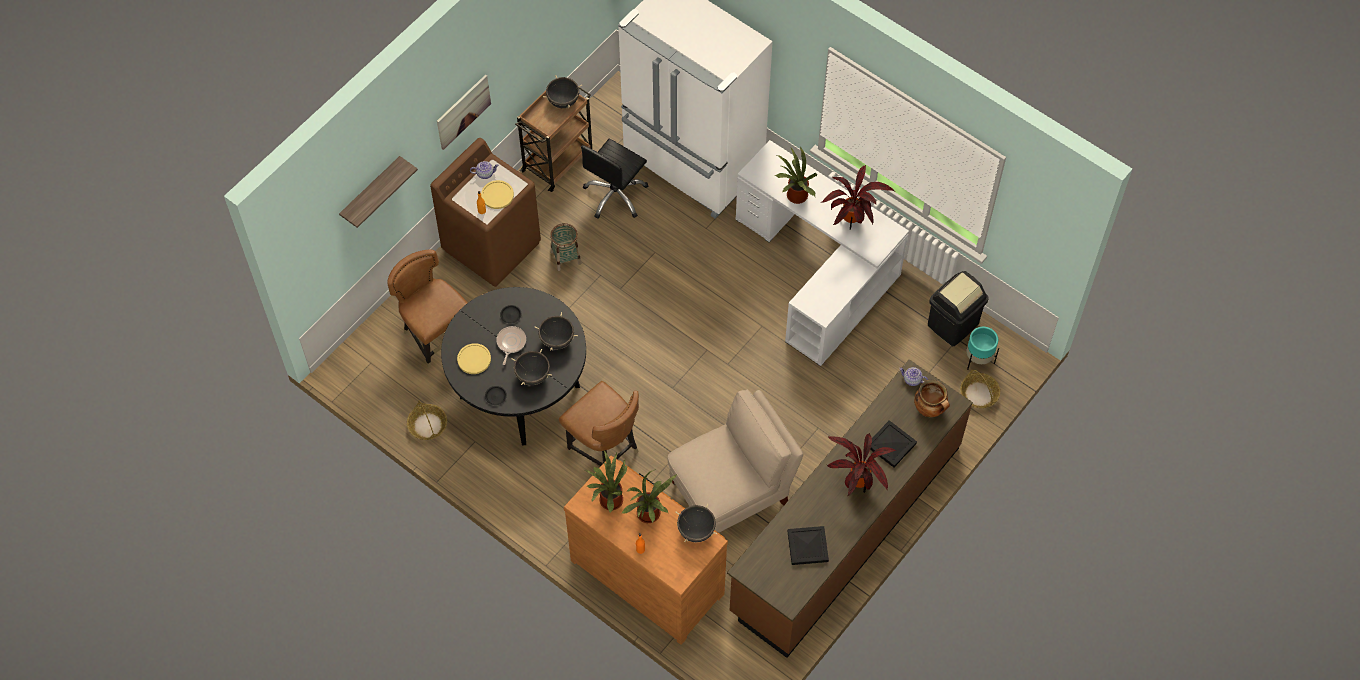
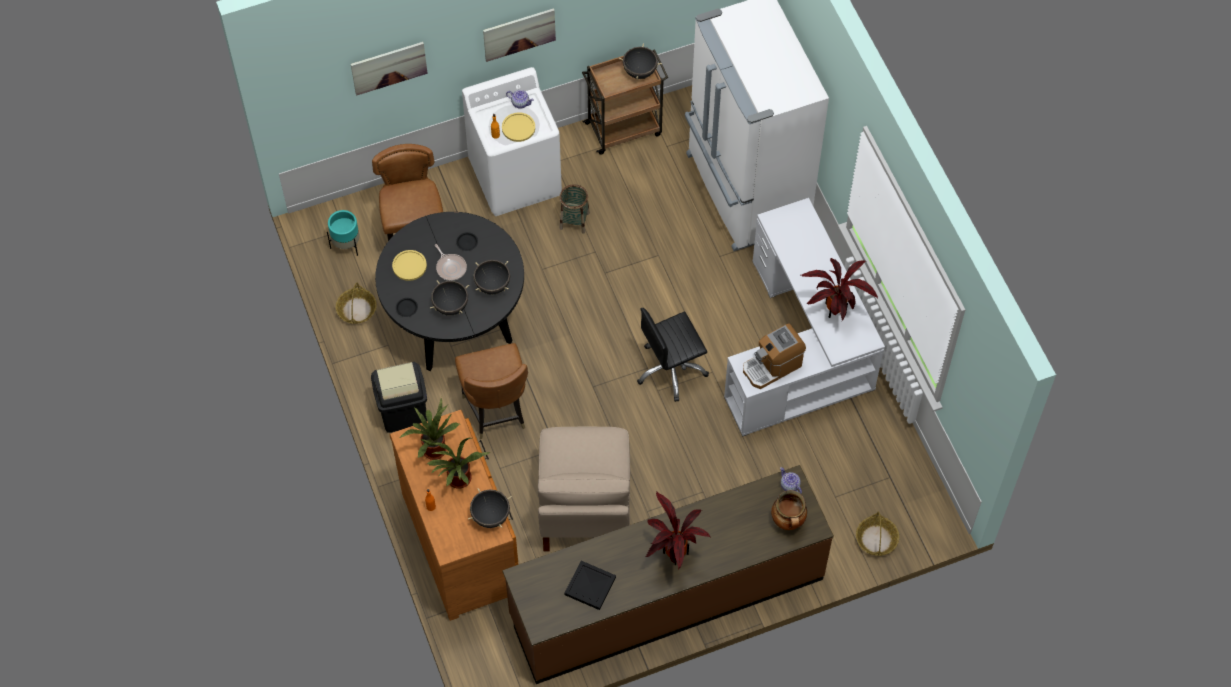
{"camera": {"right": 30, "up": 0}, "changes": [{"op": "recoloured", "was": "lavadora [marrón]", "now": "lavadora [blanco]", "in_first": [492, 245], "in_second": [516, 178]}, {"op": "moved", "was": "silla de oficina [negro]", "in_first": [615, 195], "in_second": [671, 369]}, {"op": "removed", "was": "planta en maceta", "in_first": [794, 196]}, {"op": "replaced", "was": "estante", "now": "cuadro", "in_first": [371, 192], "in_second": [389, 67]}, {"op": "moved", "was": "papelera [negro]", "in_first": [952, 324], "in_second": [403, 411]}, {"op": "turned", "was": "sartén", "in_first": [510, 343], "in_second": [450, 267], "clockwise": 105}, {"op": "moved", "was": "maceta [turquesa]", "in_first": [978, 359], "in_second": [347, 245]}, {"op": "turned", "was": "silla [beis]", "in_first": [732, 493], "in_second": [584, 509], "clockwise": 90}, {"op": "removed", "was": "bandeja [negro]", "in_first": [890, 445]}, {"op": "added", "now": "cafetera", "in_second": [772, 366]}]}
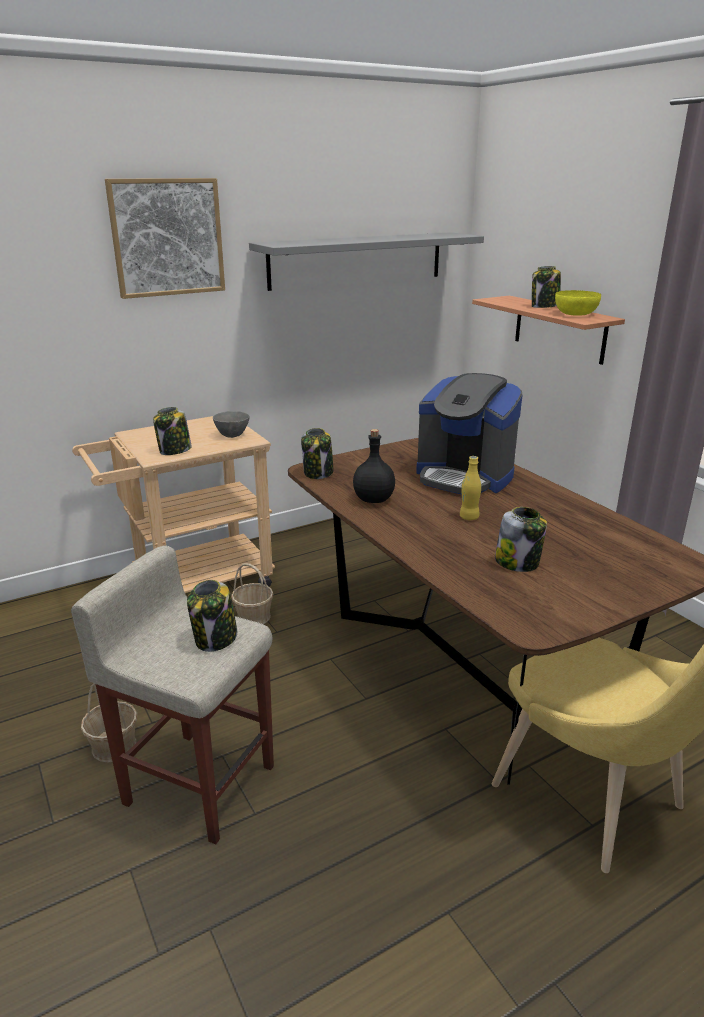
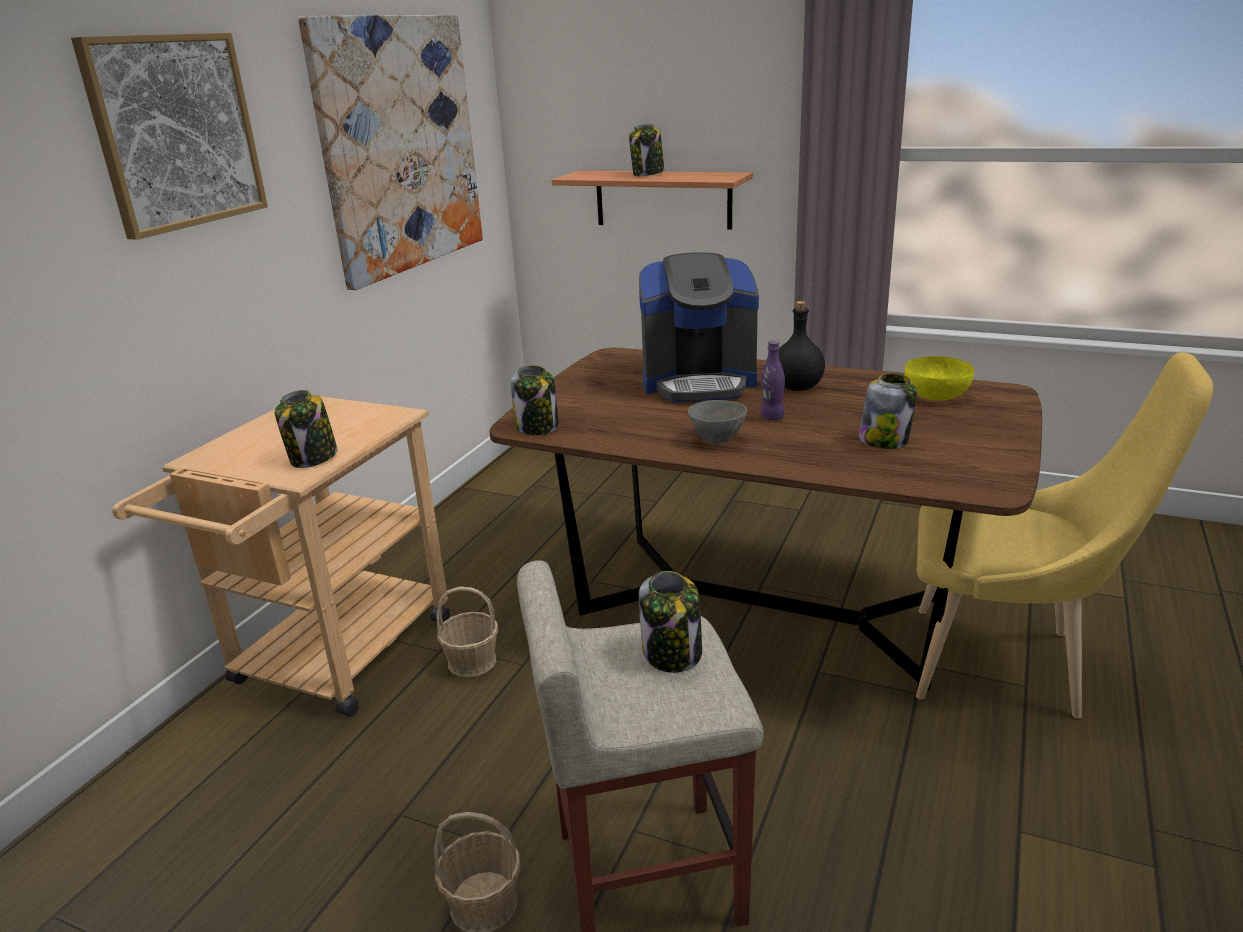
{"camera": {"right": -35, "up": 0}, "changes": [{"op": "replaced", "was": "estante [gris]", "now": "cuadro", "in_first": [357, 260], "in_second": [400, 146]}, {"op": "moved", "was": "cuenco [amarillo]", "in_first": [576, 314], "in_second": [937, 395]}, {"op": "moved", "was": "cuenco [gris]", "in_first": [233, 435], "in_second": [717, 440]}, {"op": "moved", "was": "botella [negro]", "in_first": [373, 499], "in_second": [796, 387]}, {"op": "recoloured", "was": "botella [amarillo]", "now": "botella [morado]", "in_first": [469, 517], "in_second": [772, 417]}]}
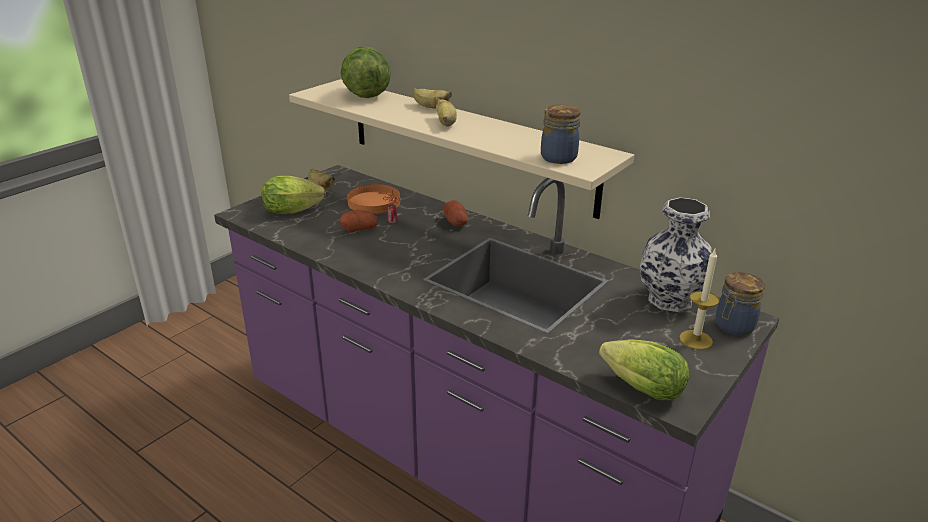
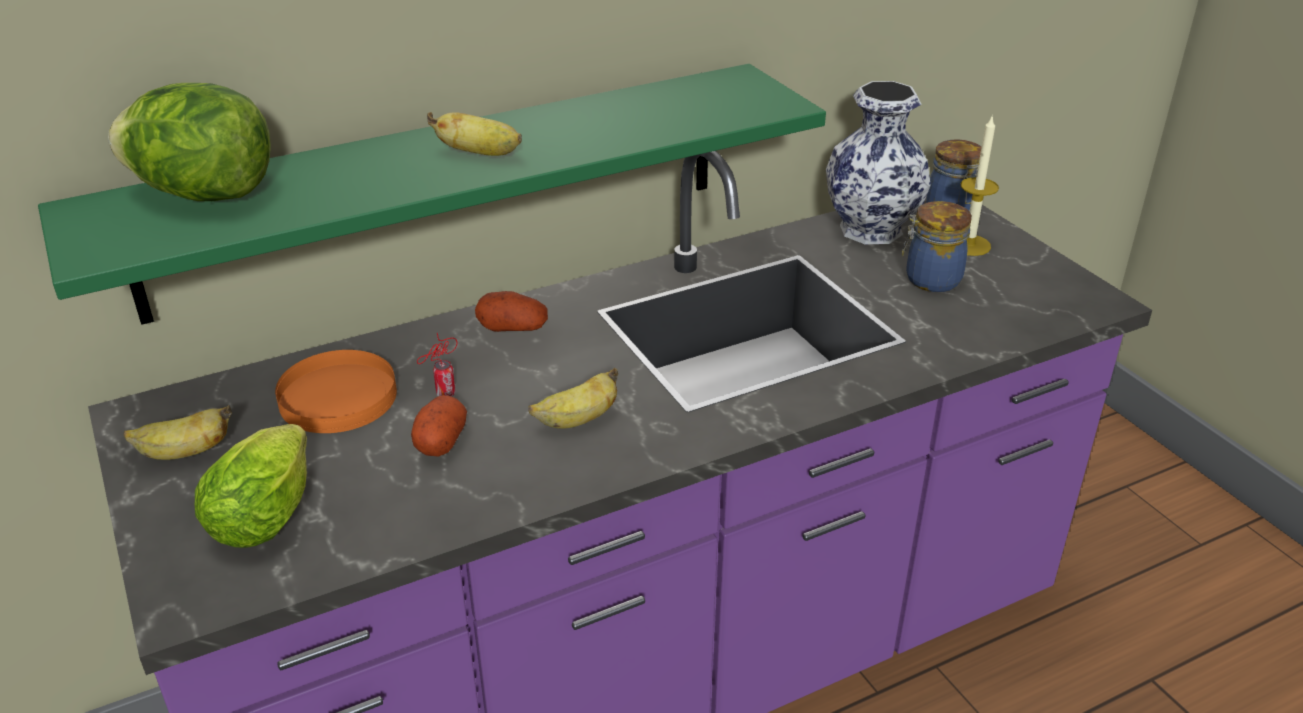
{"camera": {"right": -65, "up": 5}, "changes": [{"op": "recoloured", "was": "estante [beis]", "now": "estante [verde]", "in_first": [467, 144], "in_second": [442, 188]}, {"op": "moved", "was": "plátano", "in_first": [430, 107], "in_second": [577, 420]}, {"op": "moved", "was": "tarro", "in_first": [557, 157], "in_second": [930, 279]}, {"op": "removed", "was": "lechuga", "in_first": [637, 387]}]}
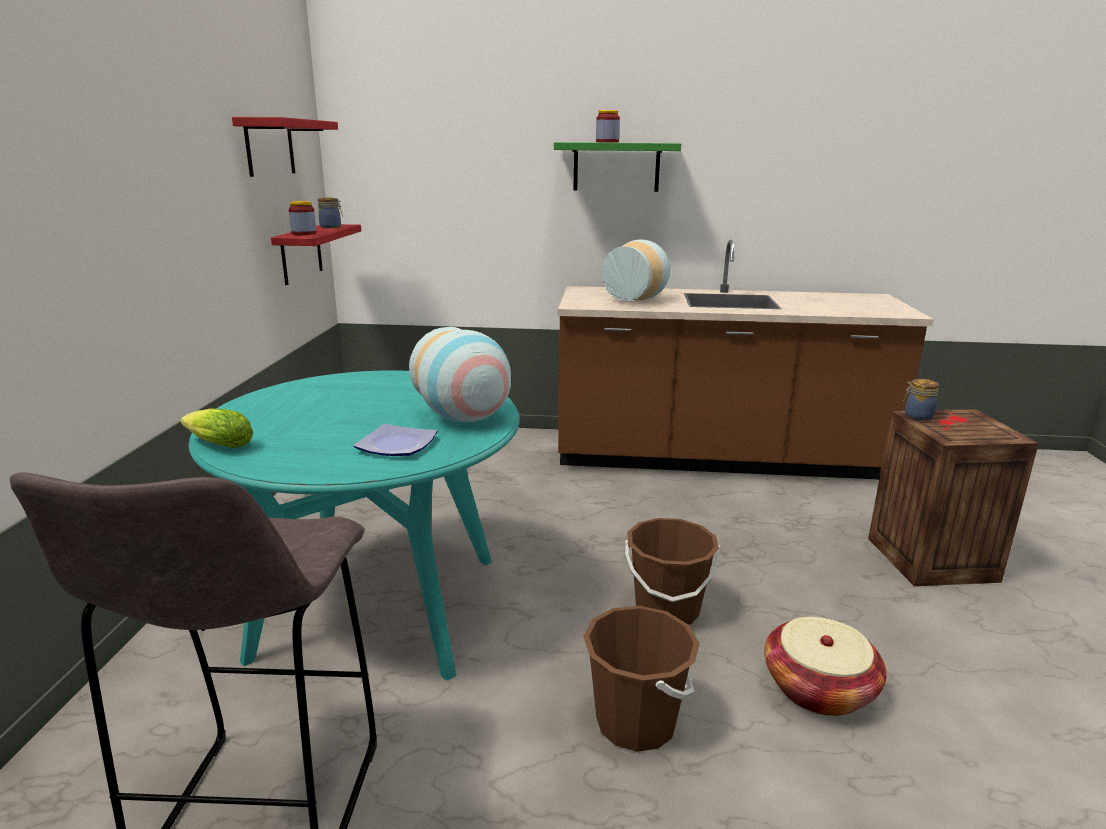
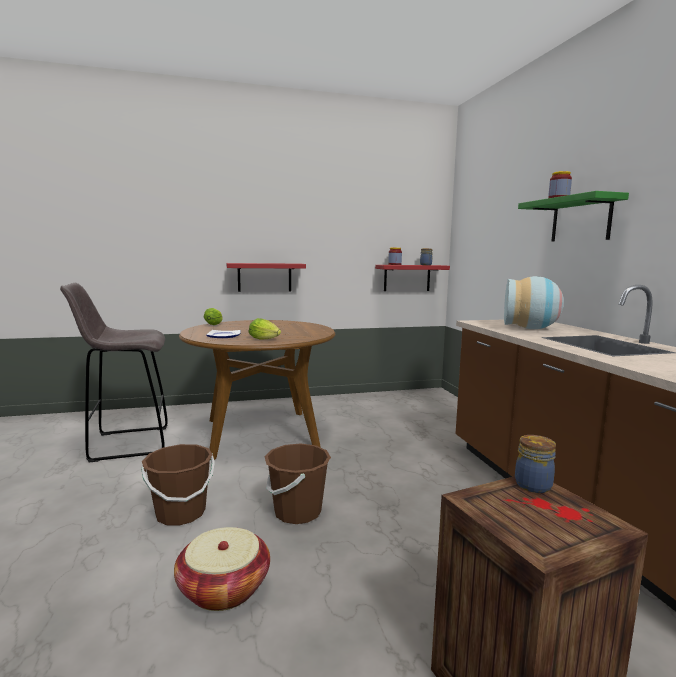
{"camera": {"right": 70, "up": -10}, "changes": [{"op": "moved", "was": "estante [rojo]", "in_first": [269, 147], "in_second": [264, 277]}, {"op": "replaced", "was": "florero", "now": "lechuga", "in_first": [465, 418], "in_second": [265, 339]}, {"op": "recoloured", "was": "mesa de comedor [turquesa]", "now": "mesa de comedor [marrón]", "in_first": [379, 605], "in_second": [261, 433]}]}
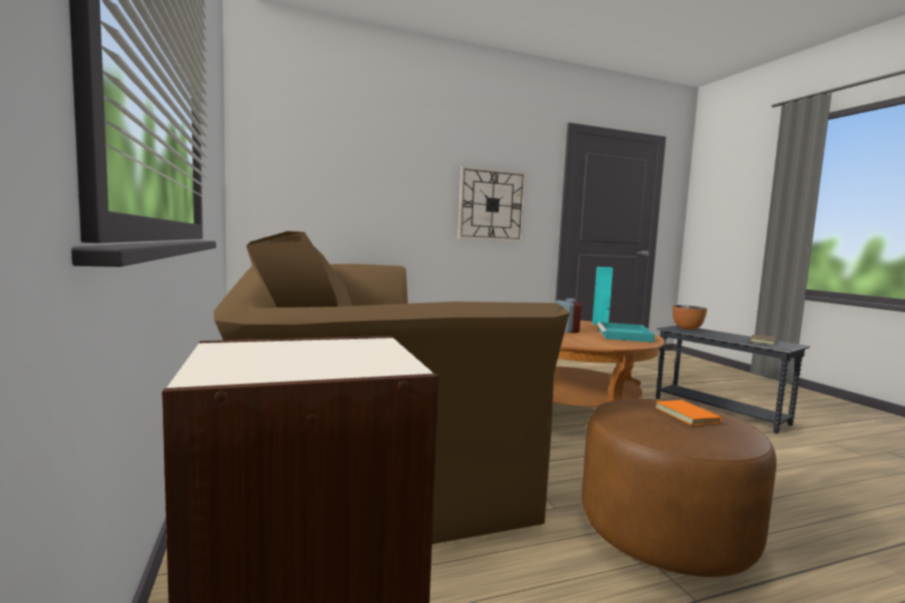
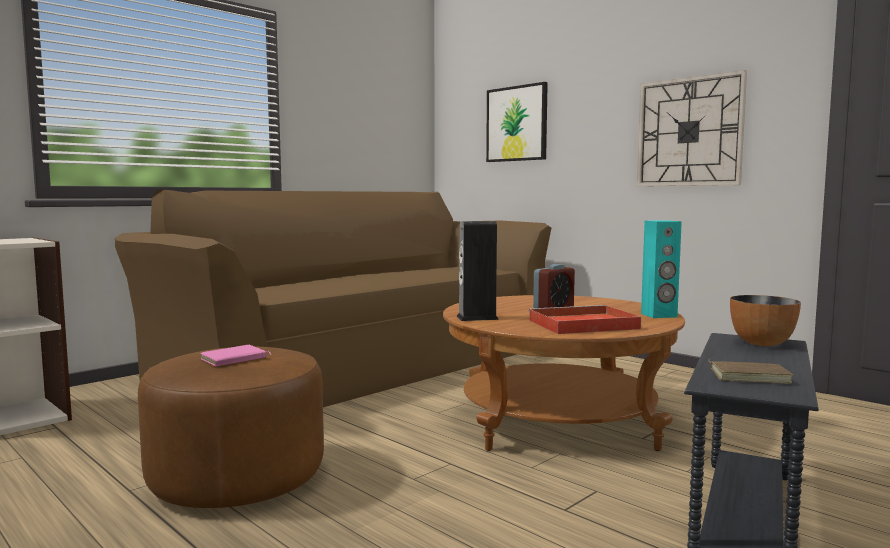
{"camera": {"right": 65, "up": 0}, "changes": [{"op": "recoloured", "was": "bandeja [turquesa]", "now": "bandeja [rojo]", "in_first": [624, 335], "in_second": [581, 325]}, {"op": "recoloured", "was": "libro [naranja]", "now": "libro [rosa]", "in_first": [688, 415], "in_second": [234, 359]}, {"op": "added", "now": "cuadro", "in_second": [517, 124]}, {"op": "added", "now": "altavoz", "in_second": [477, 318]}]}
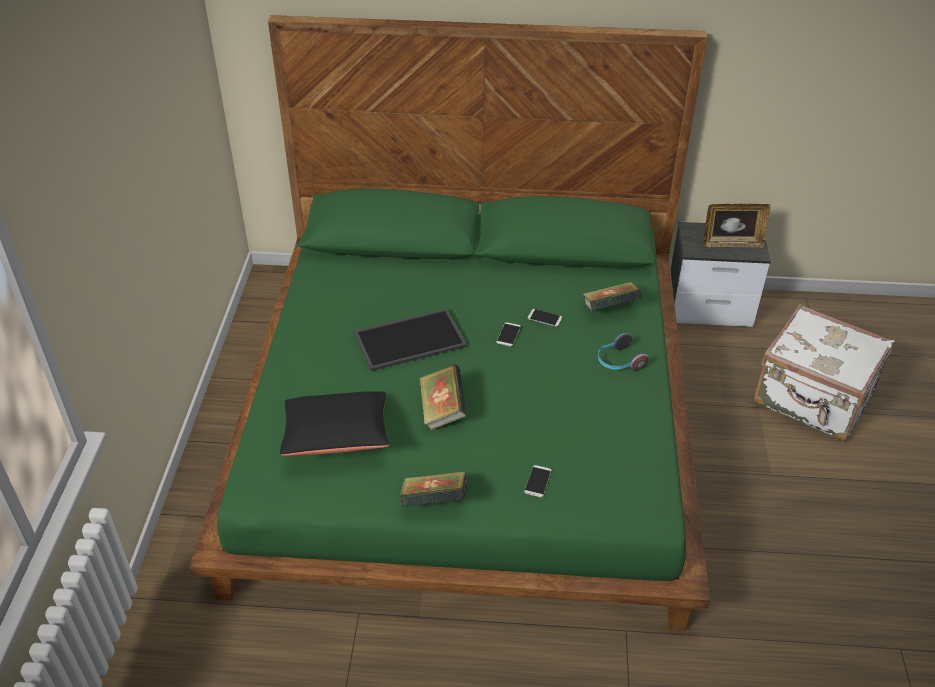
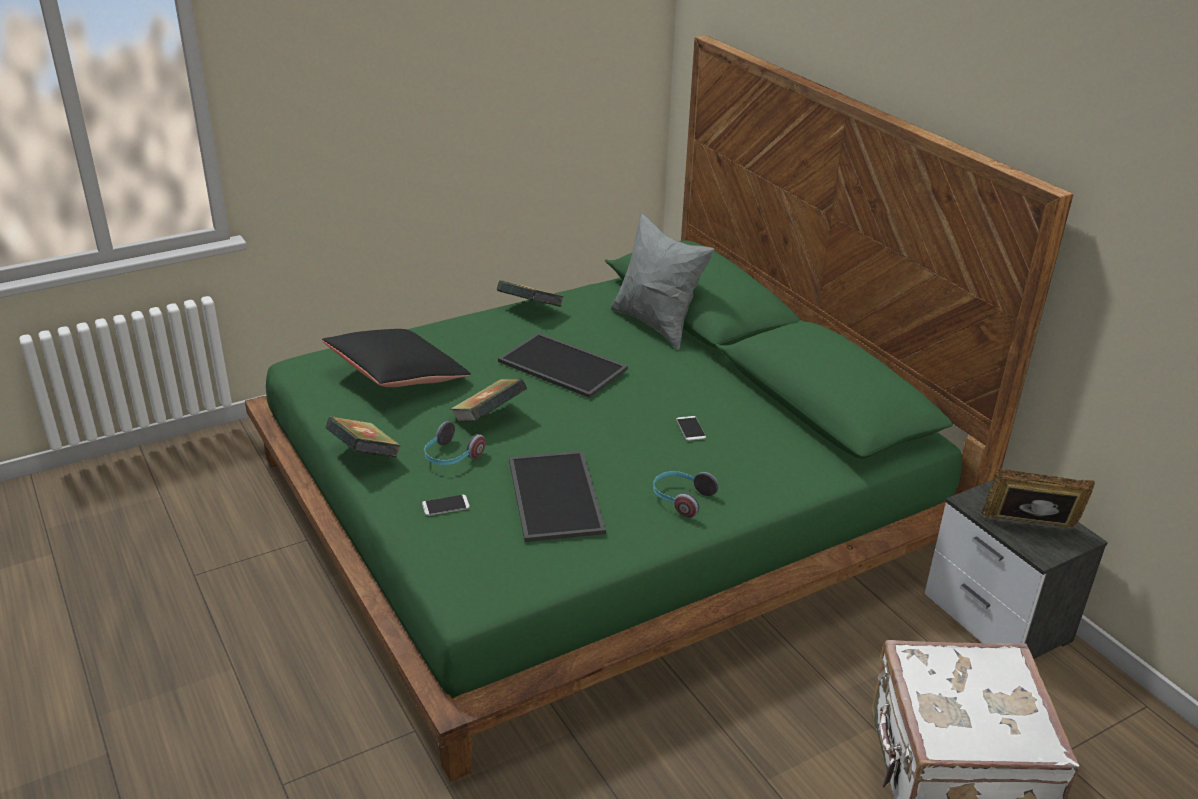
{"camera": {"right": 55, "up": -10}, "changes": [{"op": "turned", "was": "portarretratos", "in_first": [731, 243], "in_second": [1029, 527], "clockwise": 135}, {"op": "moved", "was": "libro", "in_first": [609, 309], "in_second": [530, 310]}, {"op": "removed", "was": "móvil", "in_first": [508, 334]}, {"op": "added", "now": "cojín [gris]", "in_second": [657, 324]}, {"op": "added", "now": "auriculares", "in_second": [451, 457]}, {"op": "added", "now": "bandeja", "in_second": [557, 496]}]}
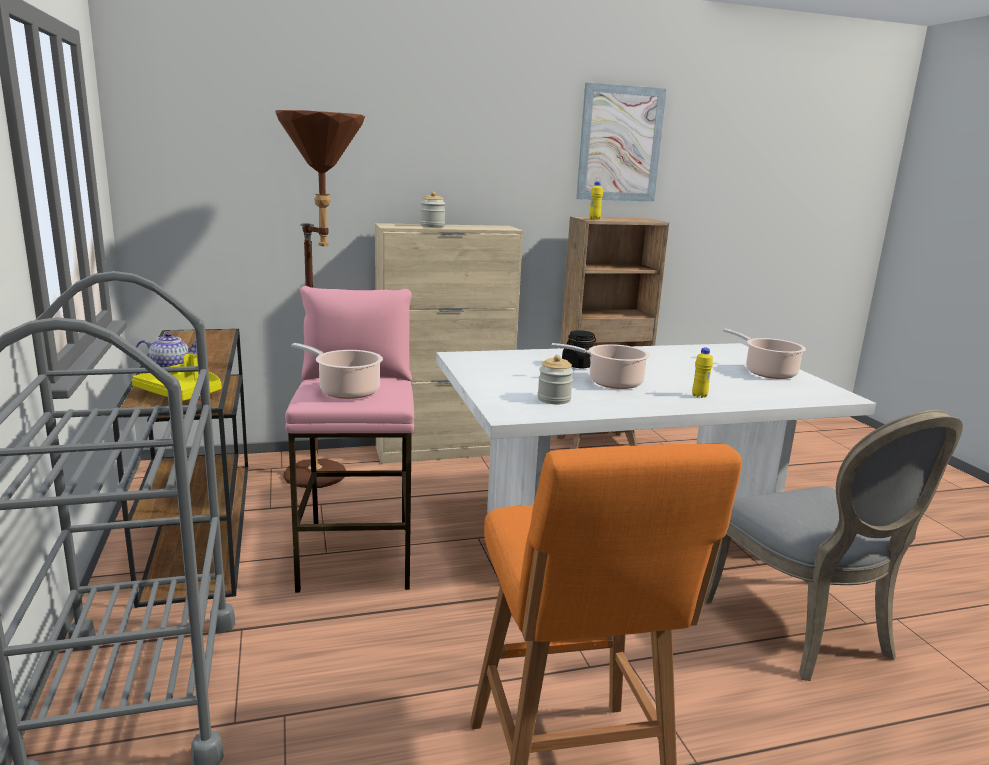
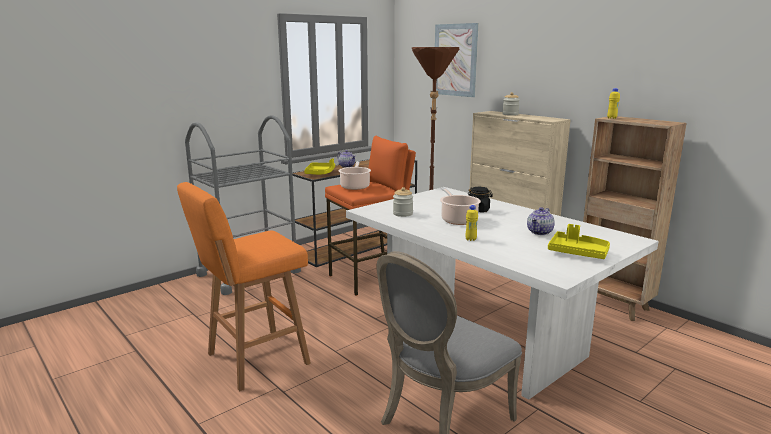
{"camera": {"right": 65, "up": 0}, "changes": [{"op": "moved", "was": "cuadro", "in_first": [620, 144], "in_second": [455, 60]}, {"op": "recoloured", "was": "taburete [rosa]", "now": "taburete [naranja]", "in_first": [358, 554], "in_second": [371, 278]}, {"op": "replaced", "was": "olla", "now": "bandeja [amarillo]", "in_first": [767, 372], "in_second": [577, 252]}, {"op": "added", "now": "tetera", "in_second": [540, 232]}]}
